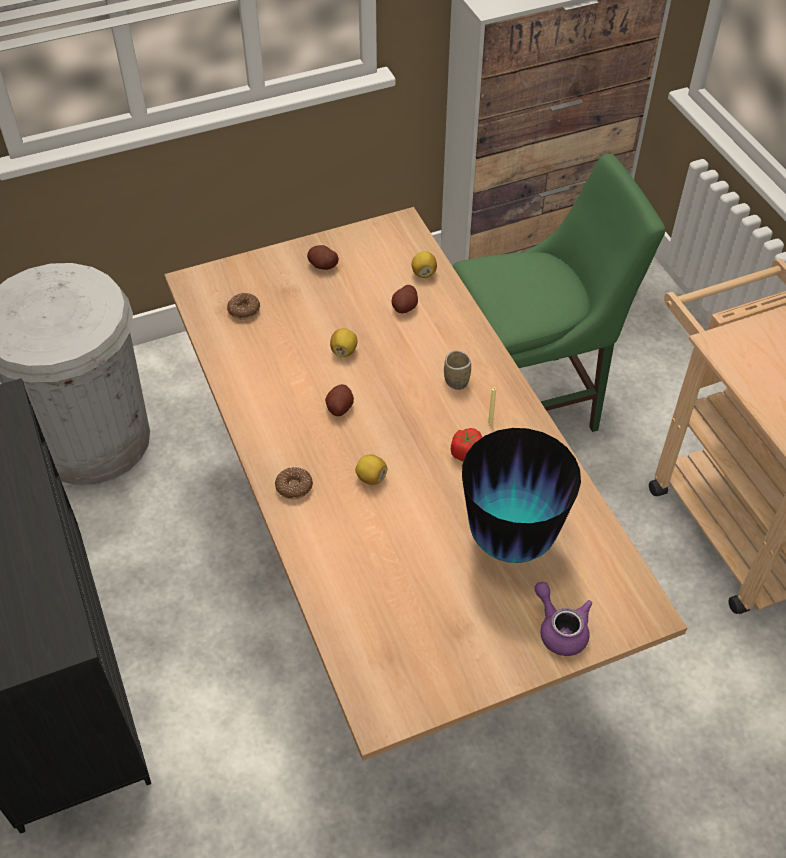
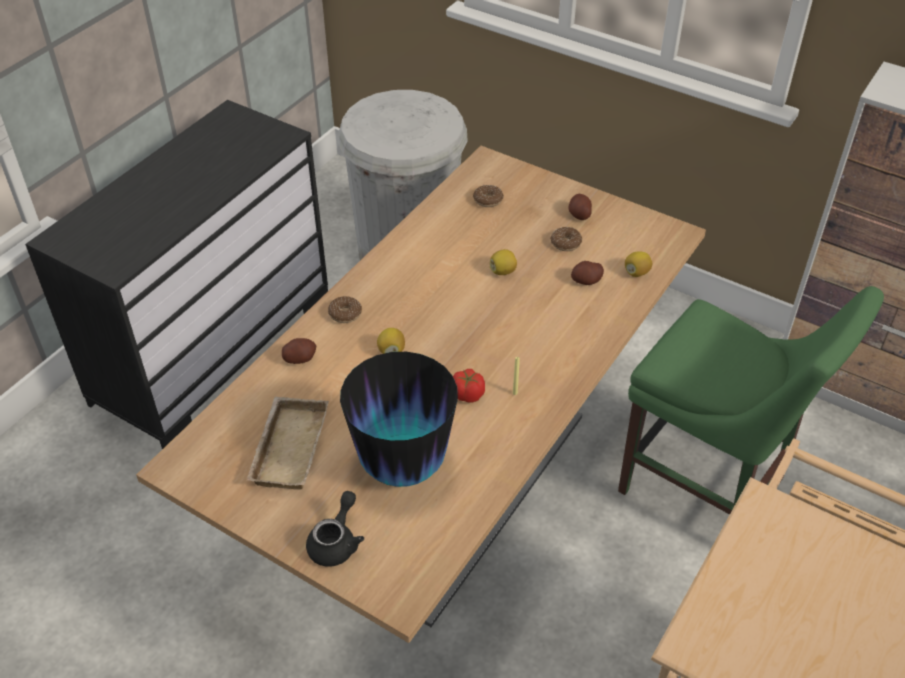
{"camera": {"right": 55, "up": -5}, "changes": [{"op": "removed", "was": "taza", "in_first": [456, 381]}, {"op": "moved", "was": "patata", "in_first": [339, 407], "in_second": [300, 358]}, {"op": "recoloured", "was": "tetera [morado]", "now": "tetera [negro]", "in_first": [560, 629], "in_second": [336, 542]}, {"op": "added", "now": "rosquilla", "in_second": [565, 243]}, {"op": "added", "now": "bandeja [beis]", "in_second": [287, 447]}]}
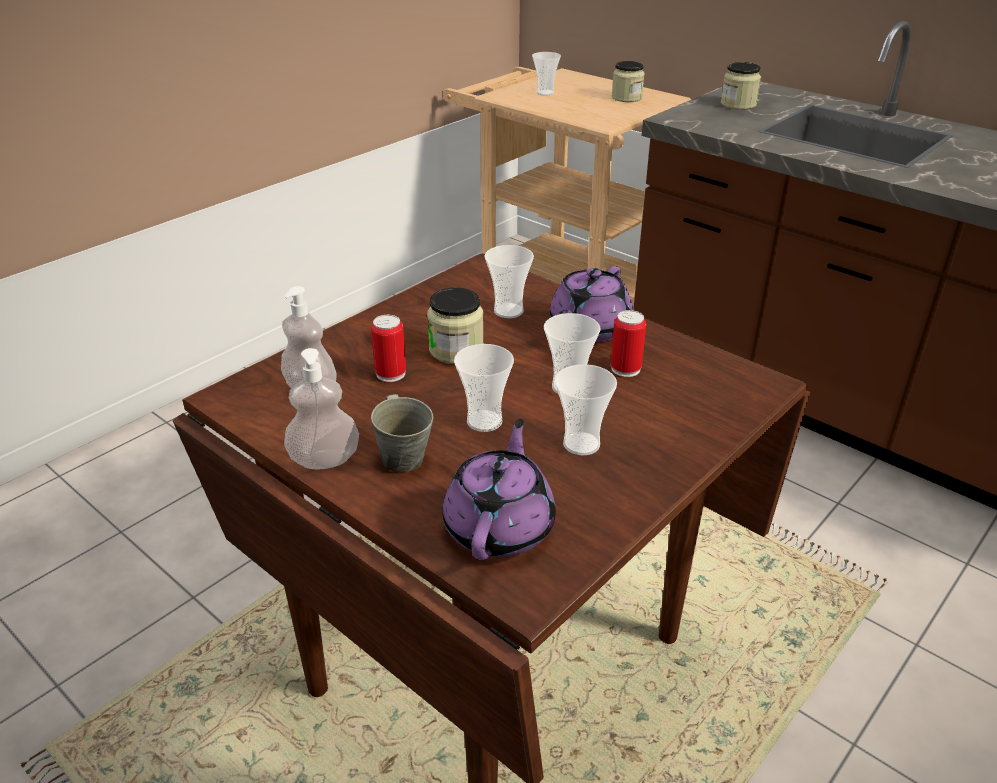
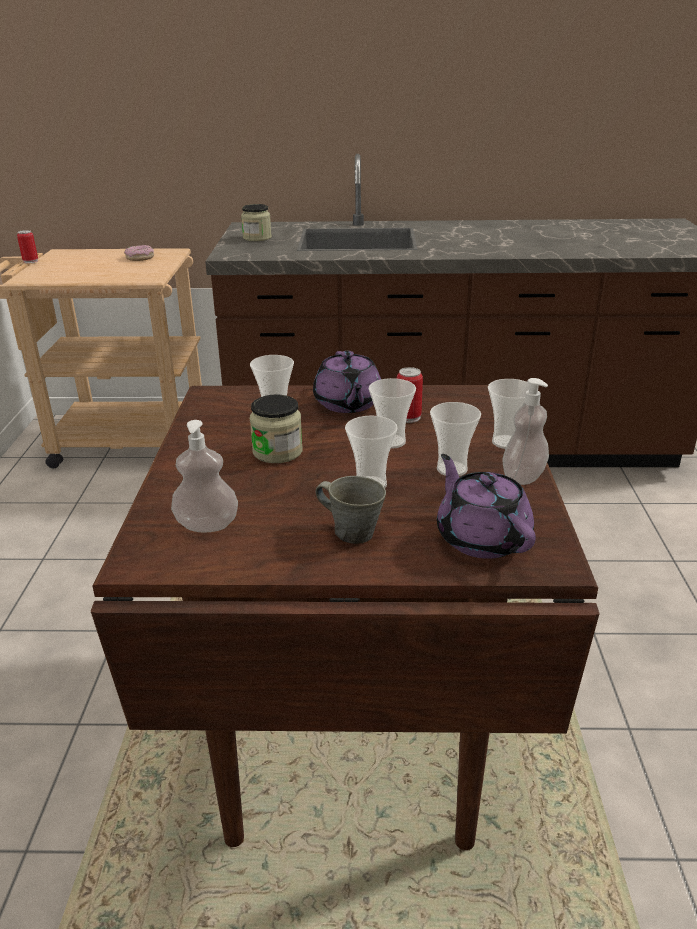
{"camera": {"right": -40, "up": -5}, "changes": [{"op": "moved", "was": "taza", "in_first": [545, 93], "in_second": [506, 442]}, {"op": "replaced", "was": "tarro", "now": "rosquilla", "in_first": [626, 98], "in_second": [140, 258]}, {"op": "moved", "was": "lata", "in_first": [390, 373], "in_second": [30, 261]}, {"op": "moved", "was": "dispensador de jabón", "in_first": [325, 460], "in_second": [523, 476]}]}
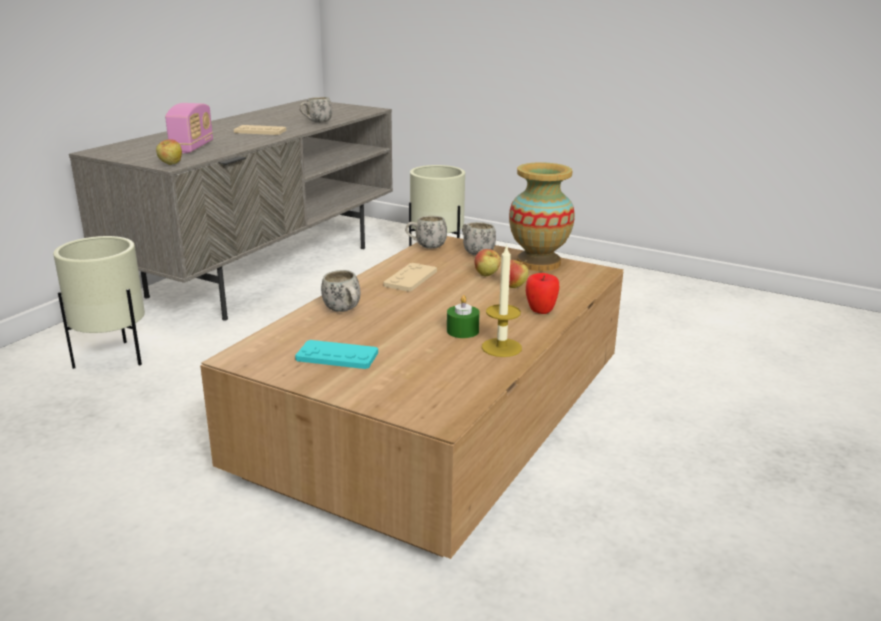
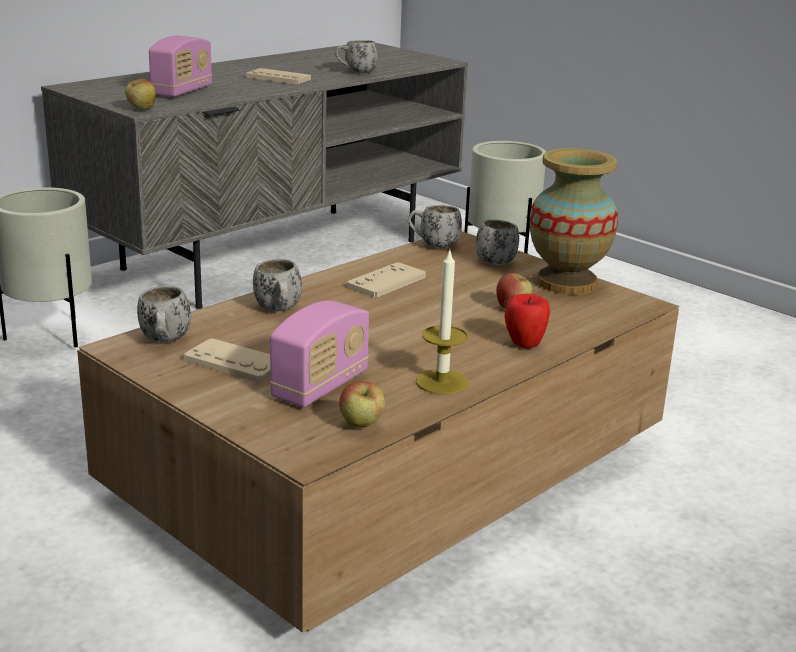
{"camera": {"right": 15, "up": 0}, "changes": [{"op": "moved", "was": "manzana", "in_first": [487, 275], "in_second": [361, 426]}, {"op": "removed", "was": "vela [verde]", "in_first": [462, 331]}, {"op": "recoloured", "was": "mando de consola [turquesa]", "now": "mando de consola [beis]", "in_first": [337, 356], "in_second": [234, 362]}, {"op": "added", "now": "taza grande [blanco]", "in_second": [165, 341]}, {"op": "added", "now": "radio", "in_second": [320, 386]}]}
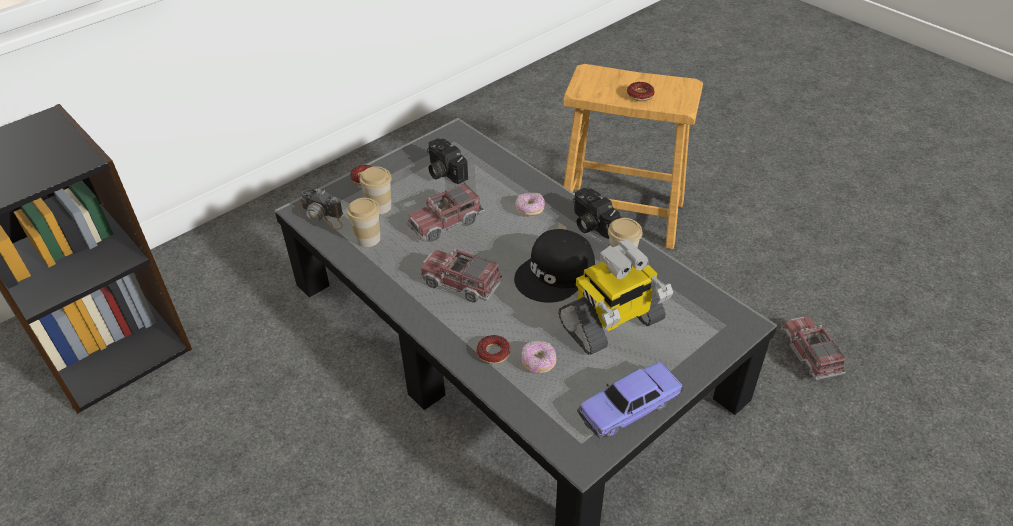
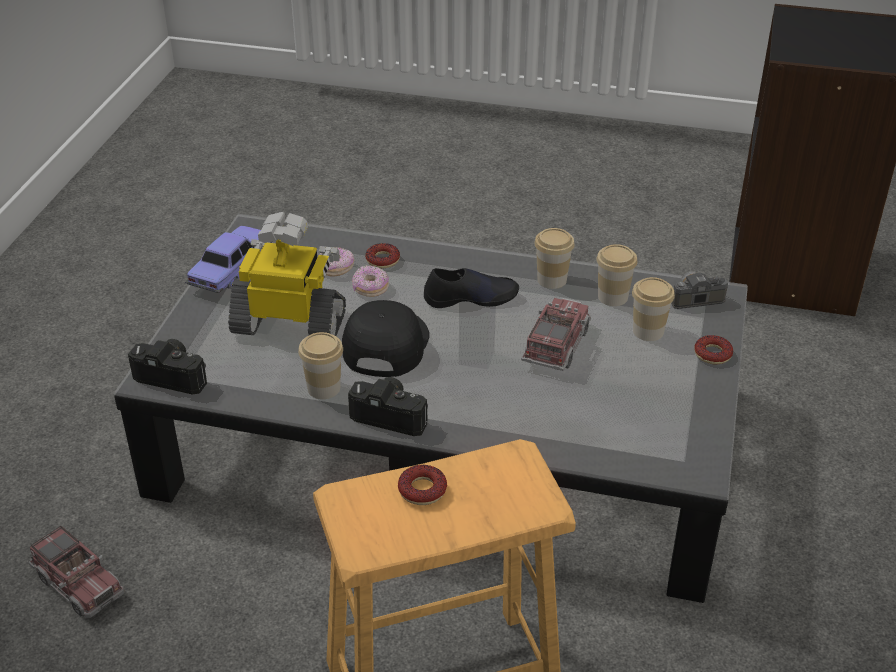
{"camera": {"right": 145, "up": -5}, "changes": [{"op": "moved", "was": "cámara", "in_first": [443, 172], "in_second": [174, 375]}, {"op": "moved", "was": "rosquilla", "in_first": [530, 209], "in_second": [370, 288]}, {"op": "turned", "was": "robot de juguete", "in_first": [611, 324], "in_second": [290, 323], "clockwise": 75}, {"op": "replaced", "was": "camión de juguete", "now": "zapato [negro]", "in_first": [461, 283], "in_second": [471, 297]}, {"op": "added", "now": "taza", "in_second": [552, 280]}]}
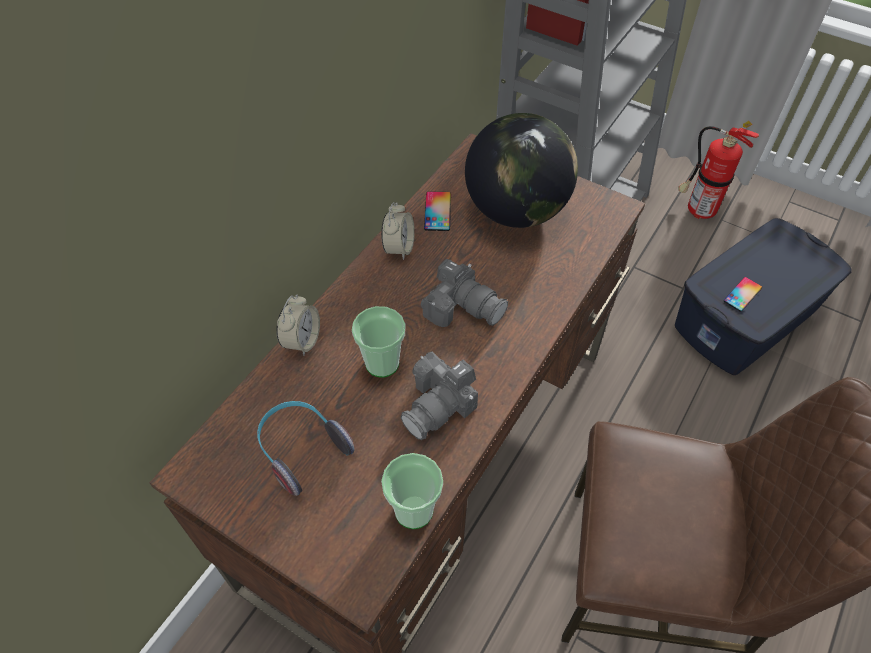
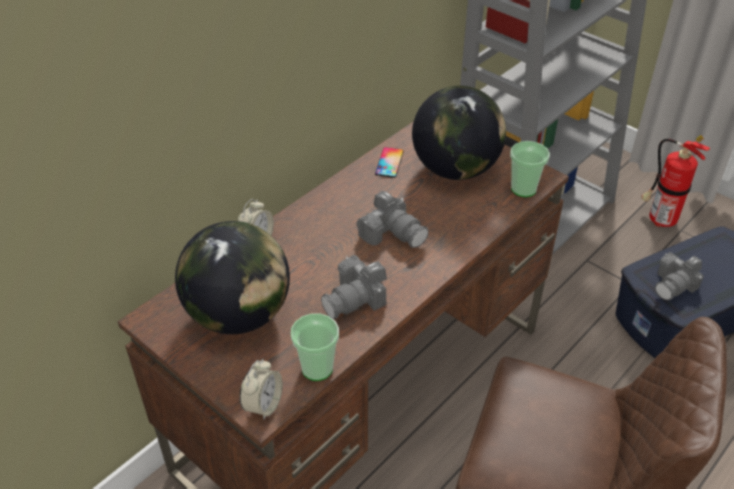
{"camera": {"right": 10, "up": -10}, "changes": [{"op": "moved", "was": "despertador", "in_first": [399, 248], "in_second": [263, 405]}, {"op": "replaced", "was": "móvil", "now": "cámara", "in_first": [742, 294], "in_second": [674, 285]}, {"op": "moved", "was": "taza", "in_first": [382, 363], "in_second": [523, 189]}, {"op": "replaced", "was": "auriculares", "now": "globo terráqueo", "in_first": [301, 449], "in_second": [239, 315]}]}
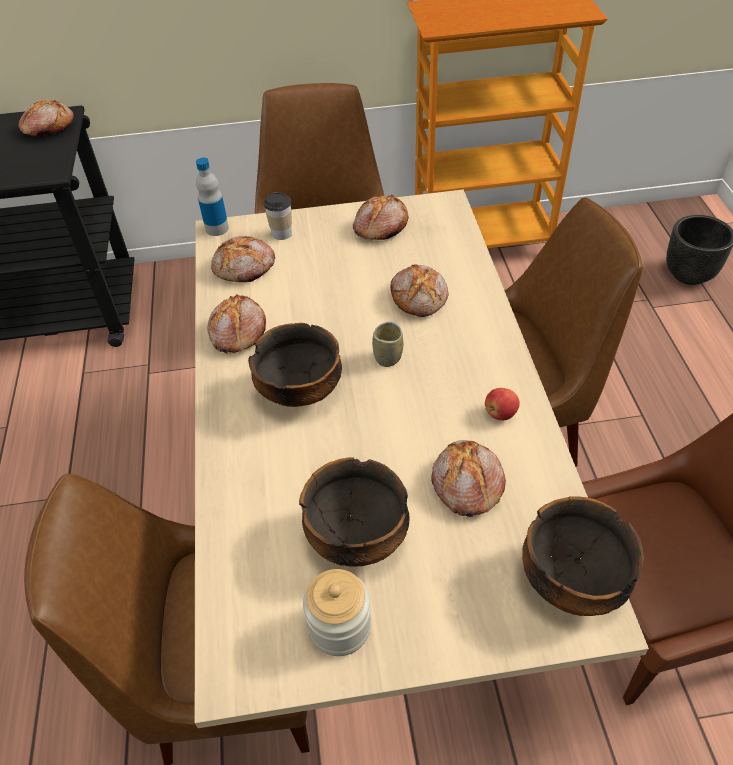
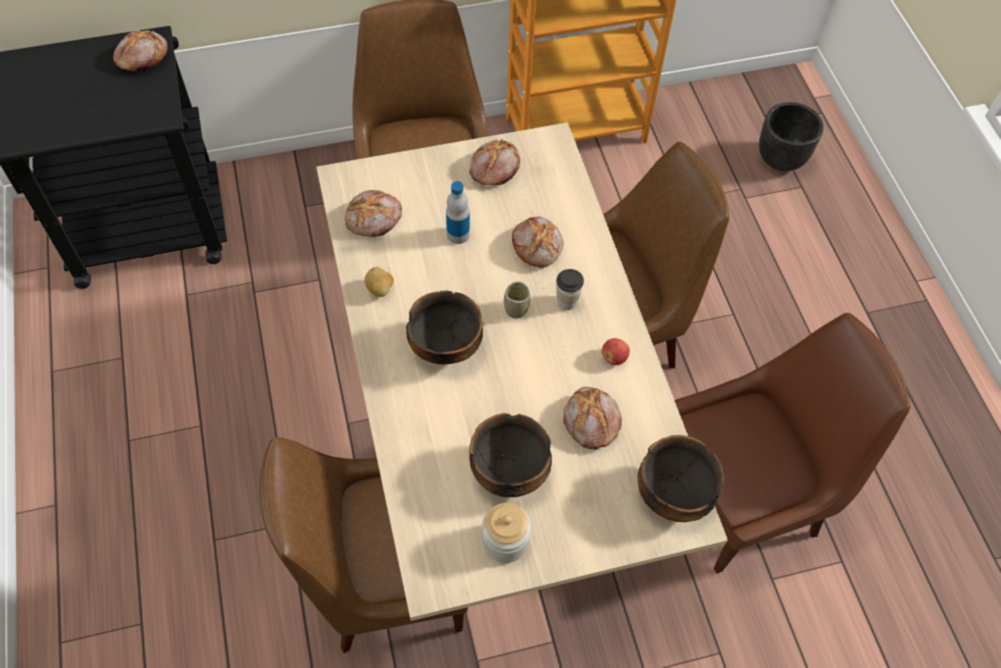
{"camera": {"right": -10, "up": 10}, "changes": [{"op": "moved", "was": "botella", "in_first": [217, 228], "in_second": [458, 234]}, {"op": "moved", "was": "taza", "in_first": [281, 233], "in_second": [567, 301]}, {"op": "replaced", "was": "pan", "now": "patata", "in_first": [237, 332], "in_second": [380, 289]}]}
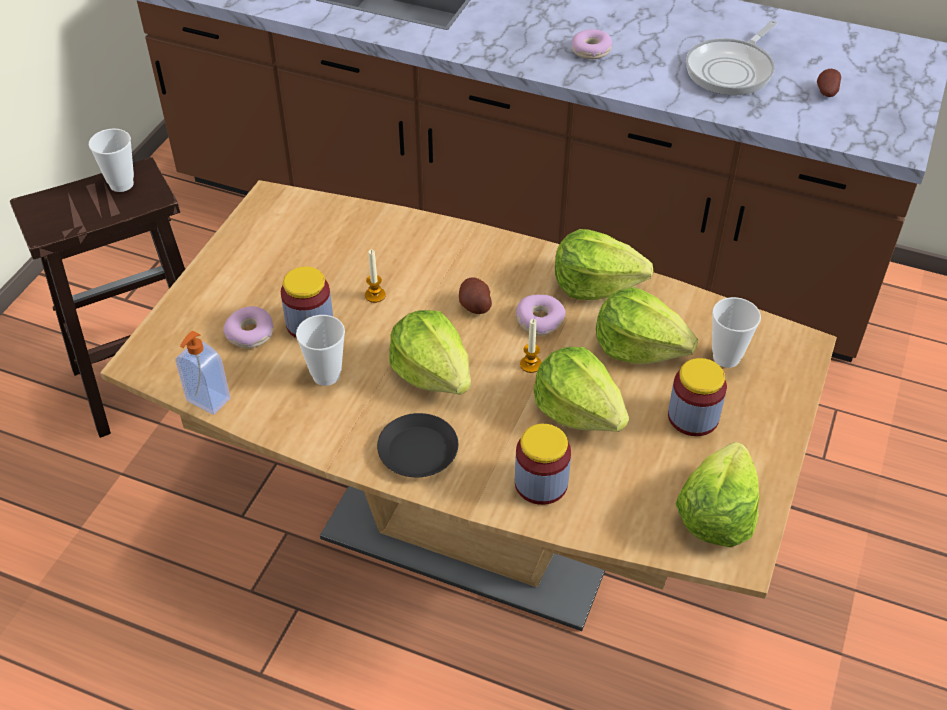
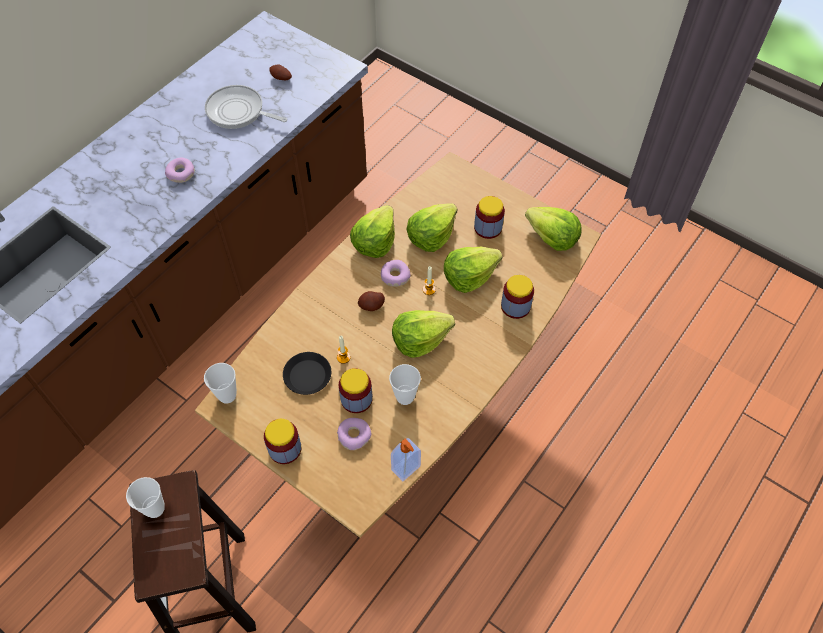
{"camera": {"right": -75, "up": 10}, "changes": [{"op": "turned", "was": "sartén", "in_first": [732, 70], "in_second": [238, 112], "clockwise": 150}, {"op": "moved", "was": "taza", "in_first": [726, 357], "in_second": [227, 395]}, {"op": "moved", "was": "plato [negro]", "in_first": [418, 451], "in_second": [307, 375]}, {"op": "added", "now": "tarro", "in_second": [285, 449]}]}
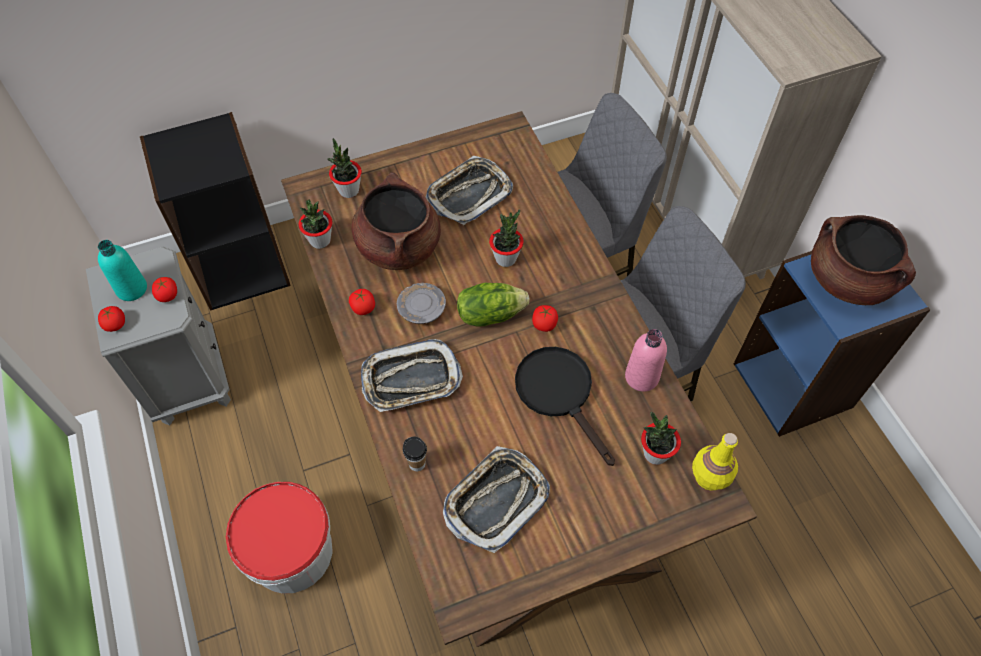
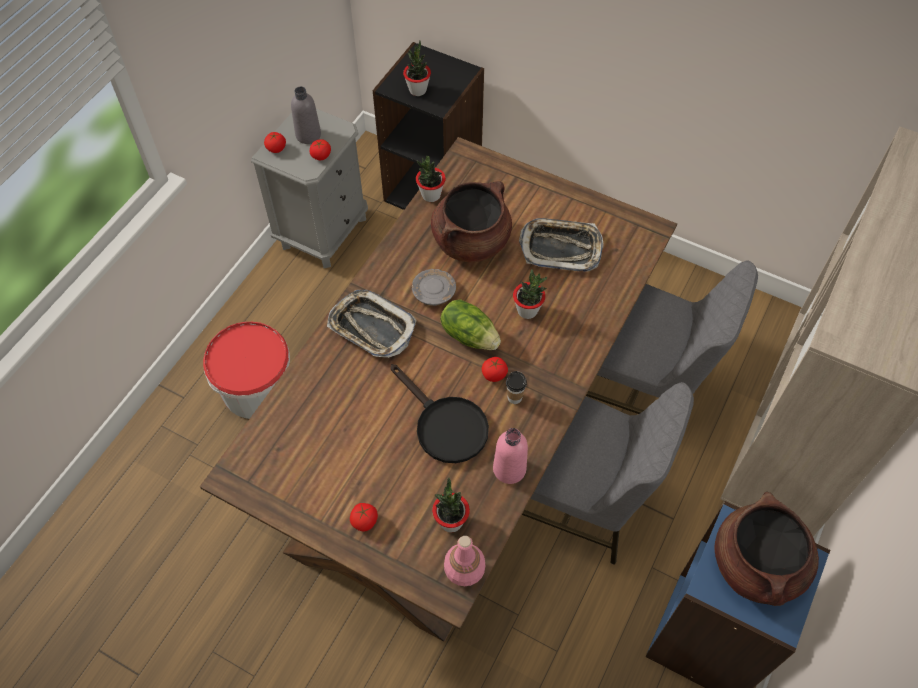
{"camera": {"right": 50, "up": 0}, "changes": [{"op": "moved", "was": "planta en maceta", "in_first": [349, 190], "in_second": [417, 90]}, {"op": "recoloured", "was": "botella [turquesa]", "now": "botella [gris]", "in_first": [132, 289], "in_second": [308, 135]}, {"op": "moved", "was": "tomate", "in_first": [363, 308], "in_second": [364, 521]}, {"op": "turned", "was": "sartén [negro]", "in_first": [560, 393], "in_second": [444, 425], "clockwise": 120}, {"op": "recoloured", "was": "botella [amarillo]", "now": "botella [rosa]", "in_first": [709, 477], "in_second": [464, 572]}, {"op": "moved", "was": "taza", "in_first": [417, 463], "in_second": [514, 397]}, {"op": "removed", "was": "bandeja", "in_first": [496, 501]}]}
